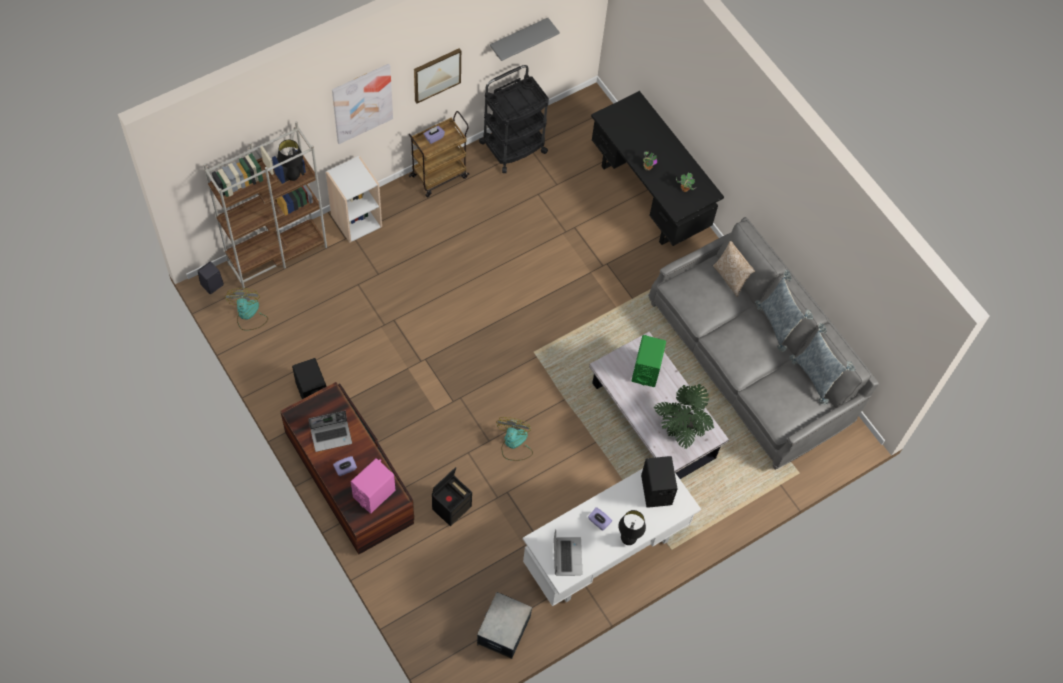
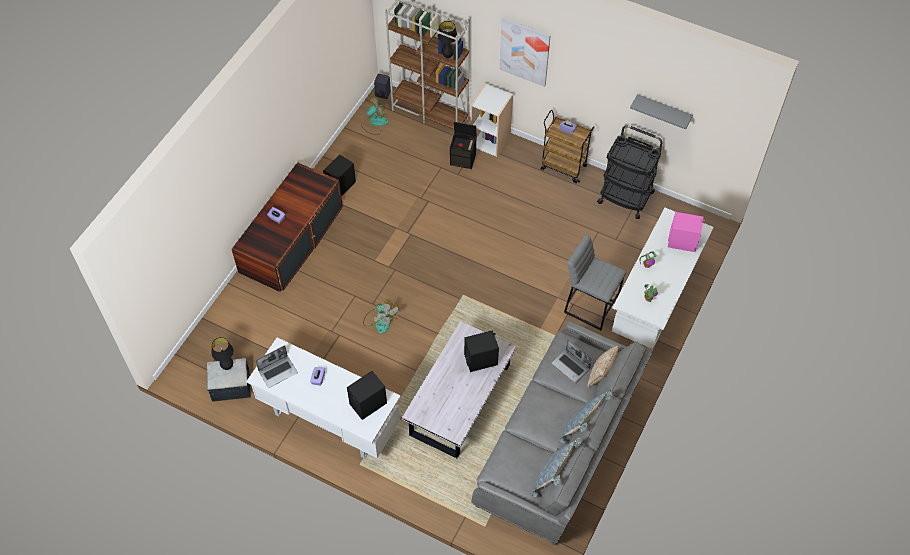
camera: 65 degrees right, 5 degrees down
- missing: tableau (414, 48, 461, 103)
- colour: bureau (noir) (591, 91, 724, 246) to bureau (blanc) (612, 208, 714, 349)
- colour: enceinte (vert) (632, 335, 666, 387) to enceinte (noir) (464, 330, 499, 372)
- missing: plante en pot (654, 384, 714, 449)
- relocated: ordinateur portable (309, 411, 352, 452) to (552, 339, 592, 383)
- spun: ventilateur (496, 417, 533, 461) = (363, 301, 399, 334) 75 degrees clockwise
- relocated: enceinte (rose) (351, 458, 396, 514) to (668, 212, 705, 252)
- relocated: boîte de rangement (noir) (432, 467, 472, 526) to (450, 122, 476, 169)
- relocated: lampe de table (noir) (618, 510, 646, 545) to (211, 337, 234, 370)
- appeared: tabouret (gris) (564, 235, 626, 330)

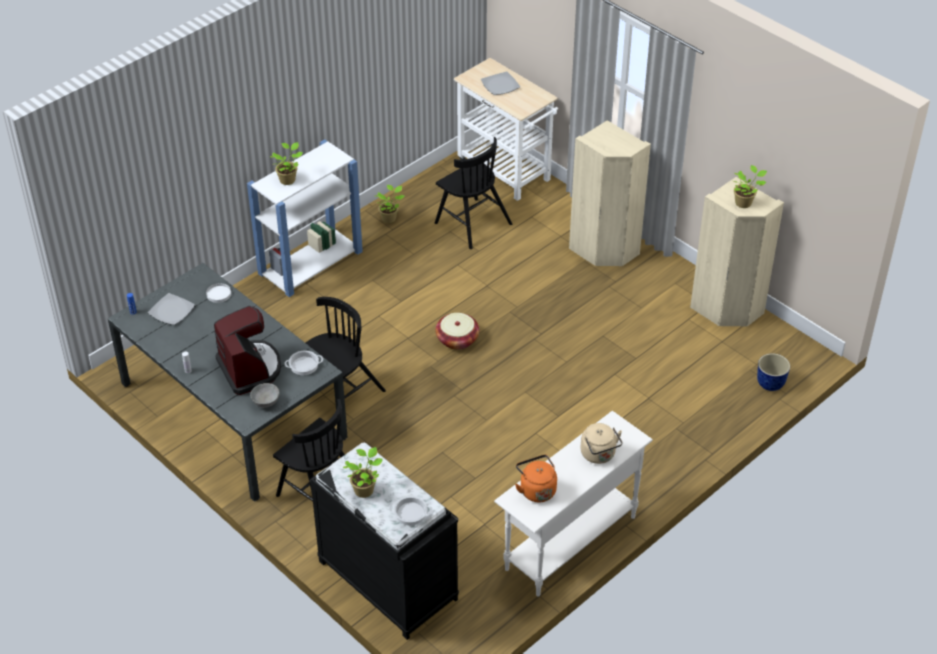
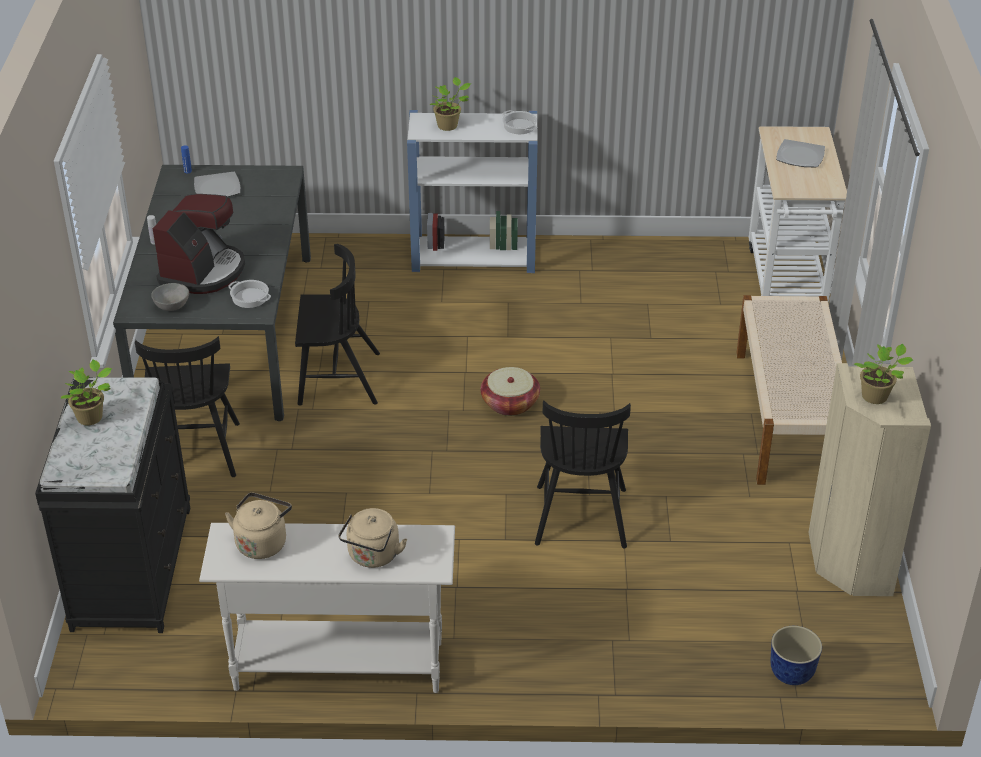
camera: 45 degrees right, 5 degrees down
- exchanged: meuble de rangement (beige) (569, 120, 651, 266) to banc (beige) (736, 295, 842, 485)
- relocated: chaise (noir) (435, 137, 512, 249) to (535, 400, 631, 549)
- missing: plante en pot (375, 185, 405, 223)
- missing: assiette (blanc) (206, 283, 231, 303)
- colour: bouilloire (orange) (515, 455, 557, 502) to bouilloire (beige) (225, 492, 292, 559)
- relocated: marmite (389, 496, 432, 526) to (502, 110, 537, 134)

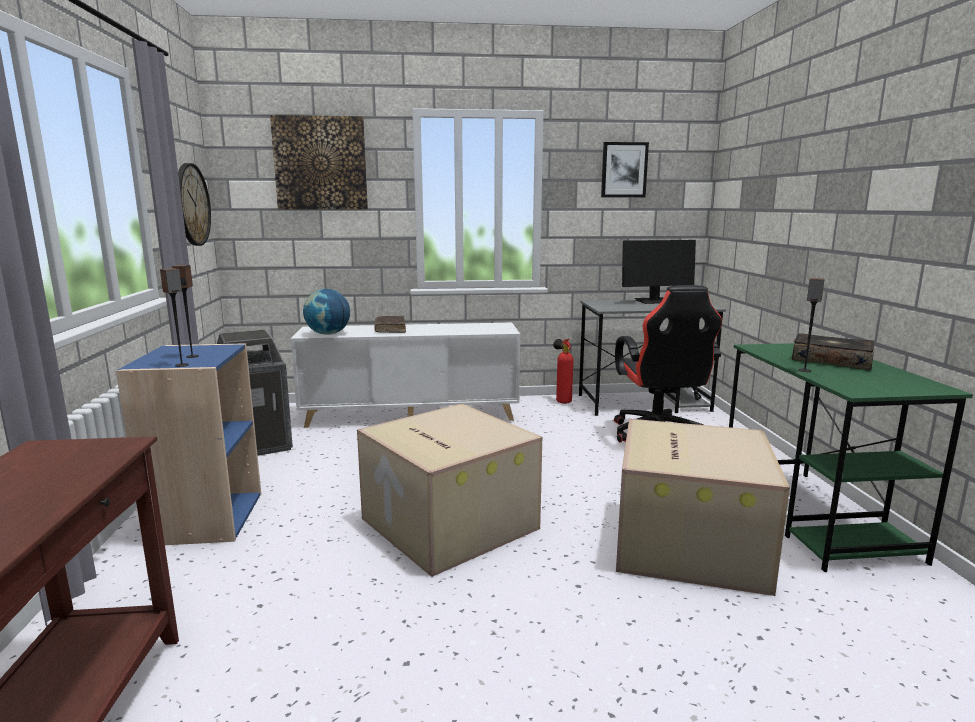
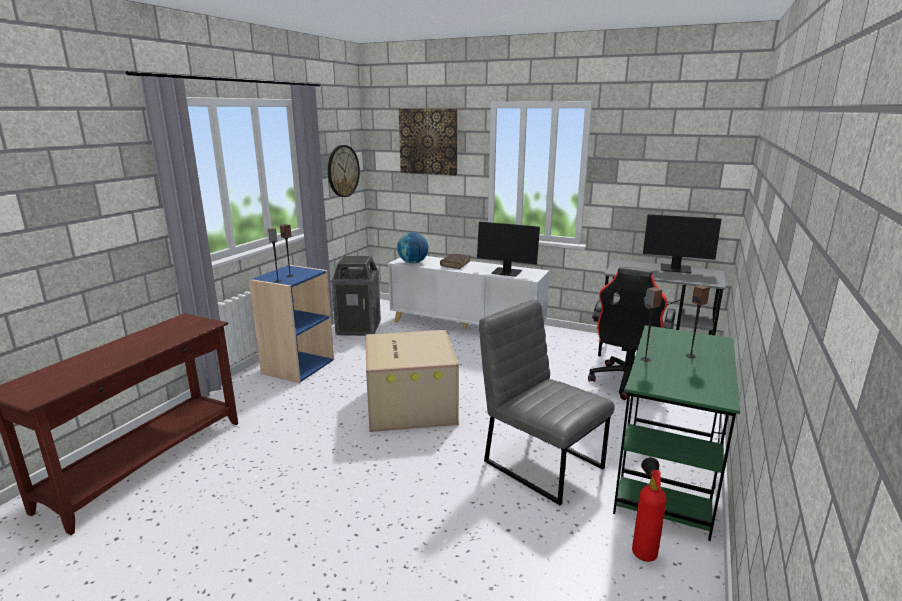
camera: 30 degrees right, 5 degrees up
- missing: tableau (601, 142, 649, 197)
- exchanged: livre (792, 333, 875, 370) to enceinte (686, 285, 710, 358)
- relocated: extincteur (553, 339, 573, 404) to (632, 458, 667, 562)
- exchanged: carton (616, 419, 790, 596) to chaise (gris) (479, 299, 615, 505)
- appeared: écran d'ordinateur (477, 222, 540, 277)

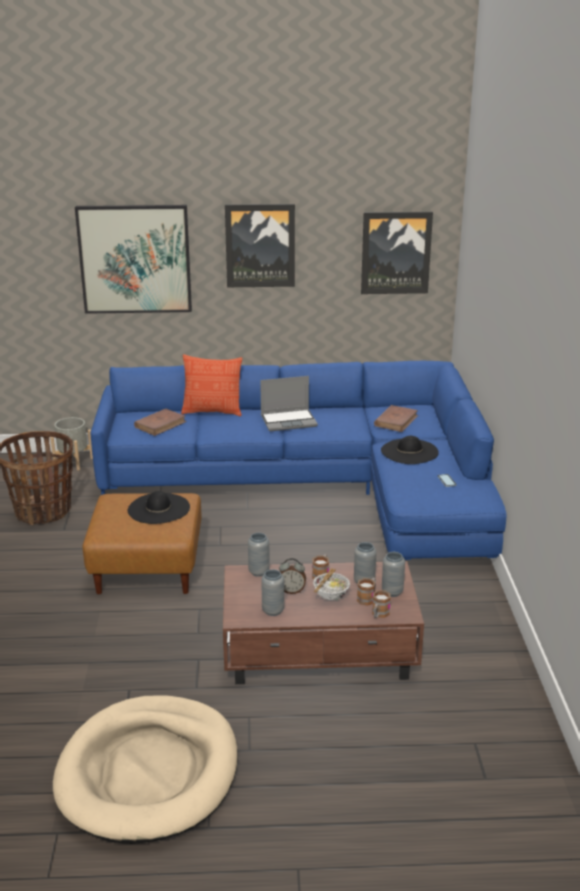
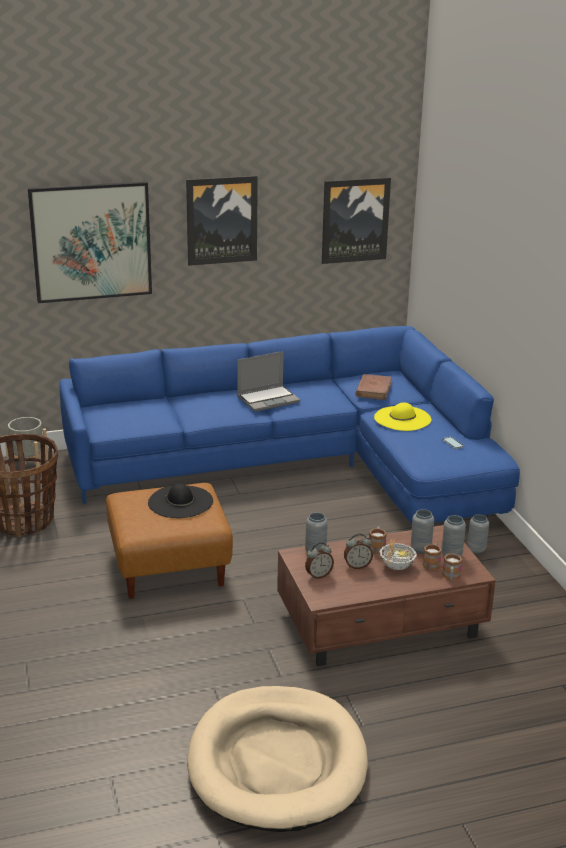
camera: 15 degrees left, 0 degrees up
- missing: coussin (orange) (181, 354, 242, 416)
- missing: livre (marron) (134, 409, 187, 436)
- colour: chapeau (noir) (381, 436, 439, 464) to chapeau (jaune) (374, 402, 431, 431)
- relocated: vase (gris) (261, 569, 284, 616) to (467, 514, 489, 554)
- appeared: réveil (305, 542, 334, 579)

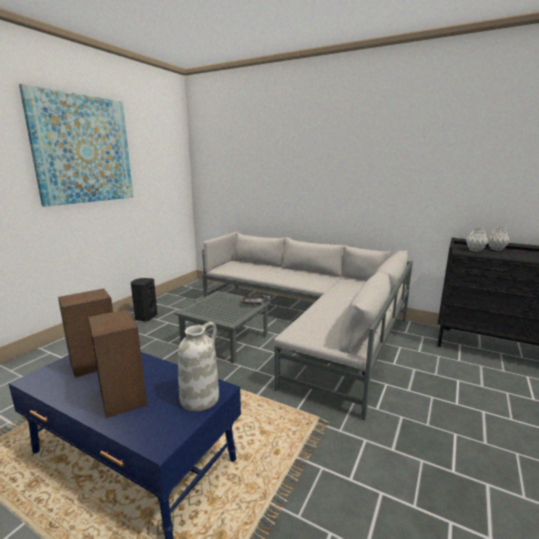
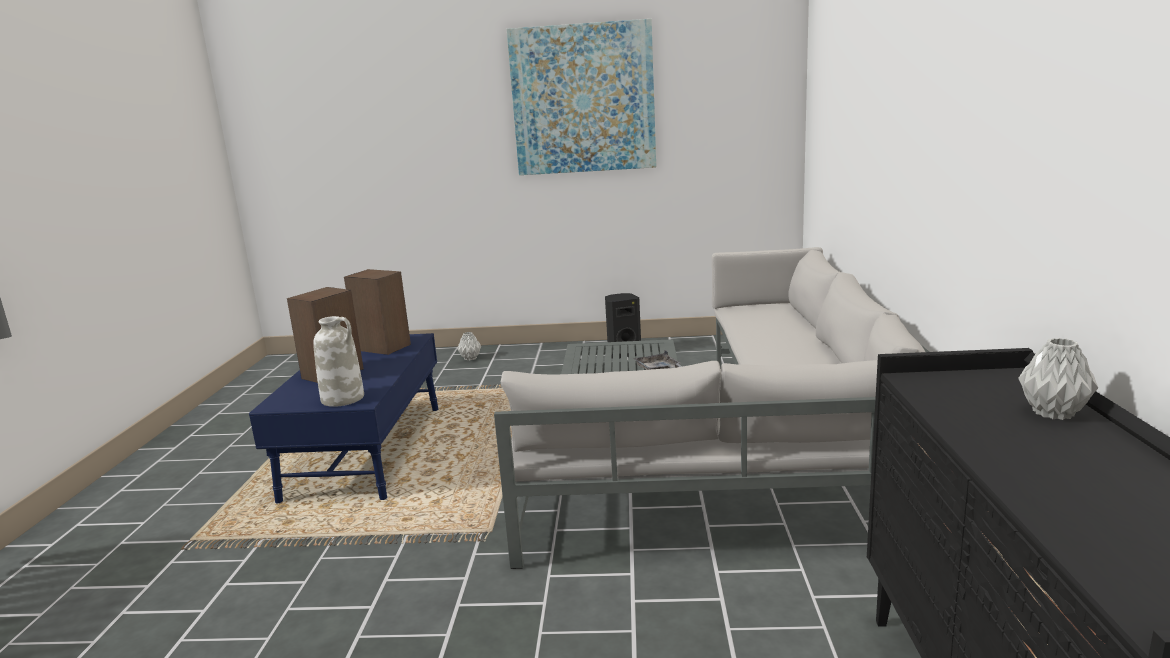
camera: 65 degrees right, 0 degrees up
- relocated: vase (gris) (466, 228, 489, 252) to (457, 332, 481, 361)

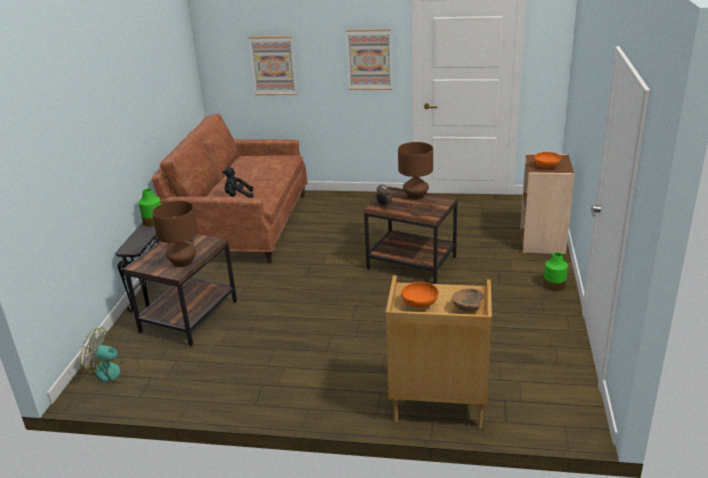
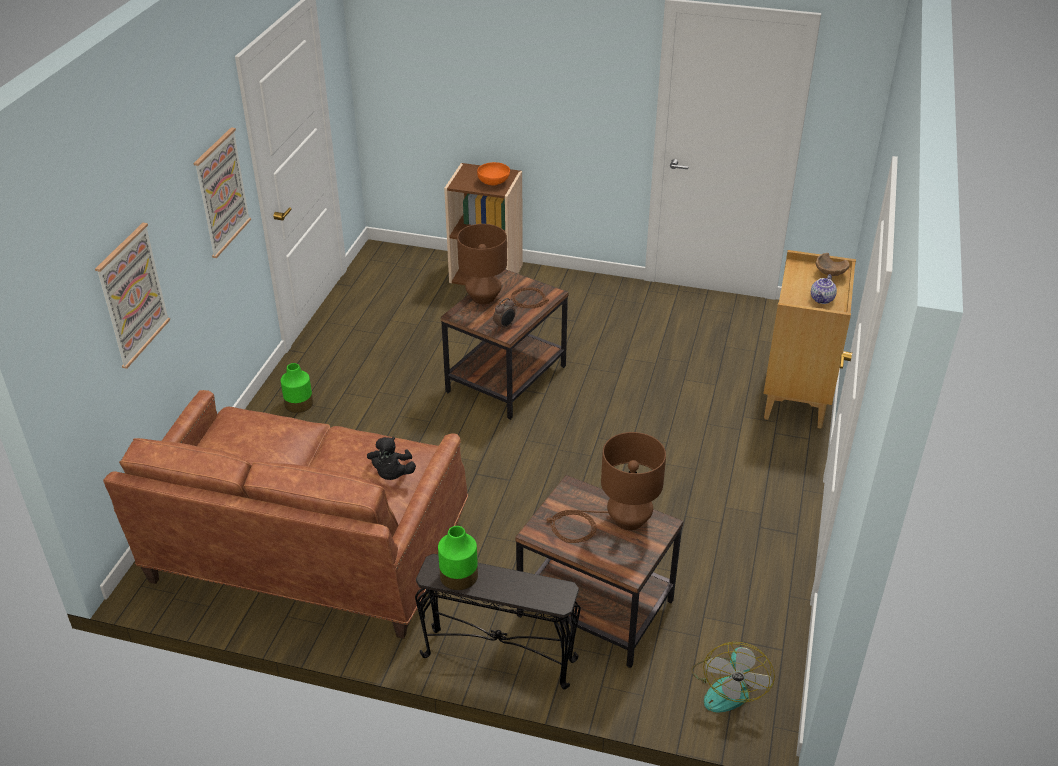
camera: 85 degrees left, 10 degrees up
- relocated: vase (vert) (543, 252, 568, 291) to (281, 363, 313, 413)
- exchanged: bol (orange) (401, 282, 439, 308) to théière (811, 274, 837, 304)

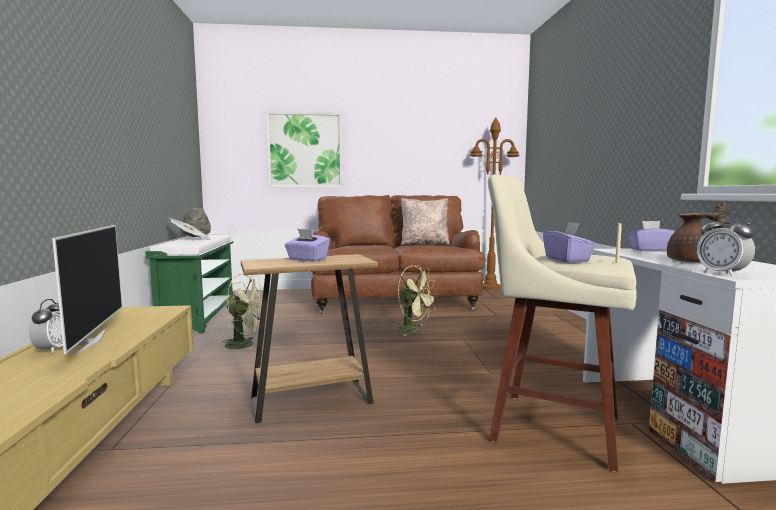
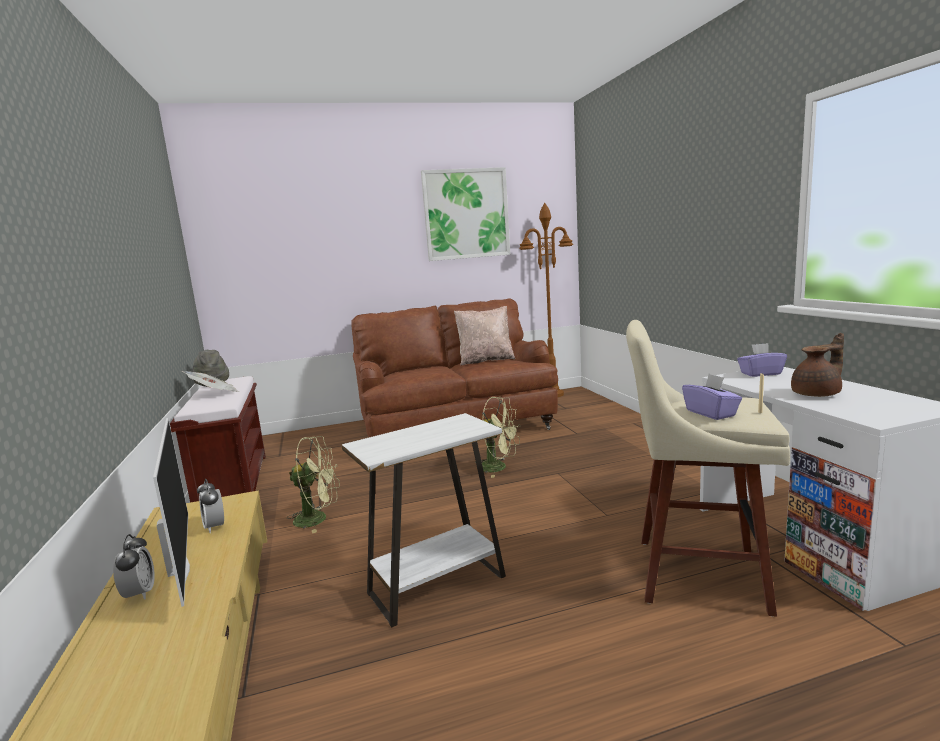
camera: 10 degrees left, 5 degrees up
- relocated: tableau (266, 111, 343, 188) to (421, 167, 510, 261)
- relocated: réveil (697, 213, 755, 276) to (197, 479, 224, 533)
- missing: boîte à mouchoirs (violet) (285, 229, 330, 261)
- colour: banc (vert) (145, 235, 233, 334) to banc (marron) (170, 376, 266, 503)
- colour: table d'appoint (marron) (241, 254, 378, 423) to table d'appoint (blanc) (342, 413, 506, 627)

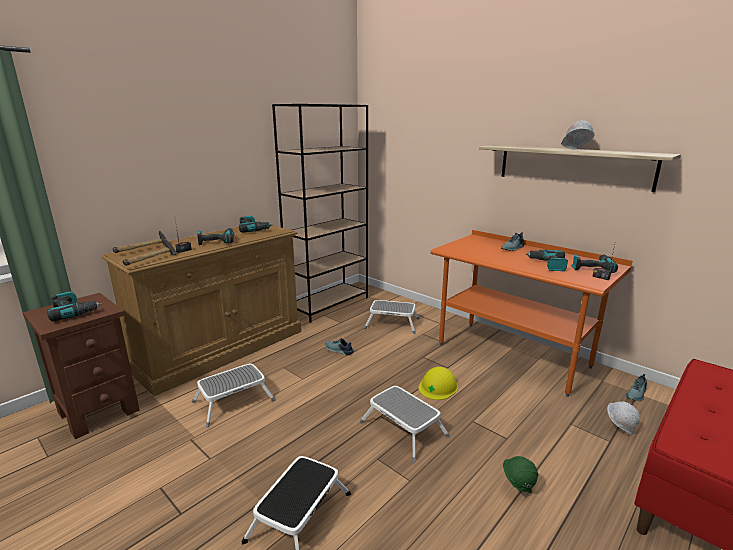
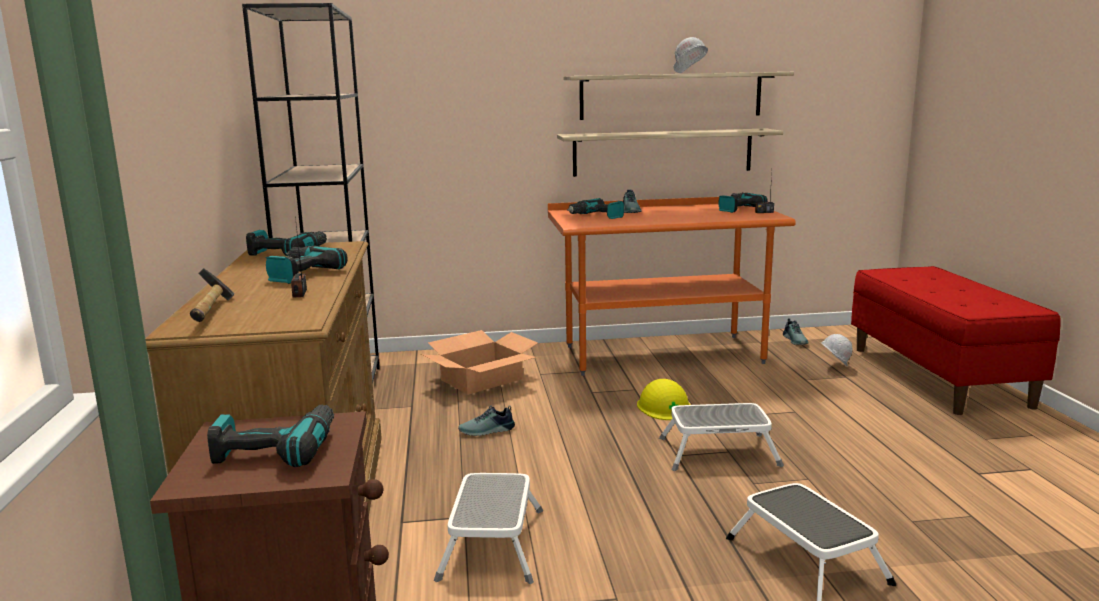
camera: 50 degrees left, 5 degrees down
- missing: marteau (122, 239, 177, 266)
- relocated: perceuse (525, 250, 568, 272) to (567, 198, 624, 219)
- exchanged: escabeau (gris) (364, 300, 420, 334) to carton (421, 330, 538, 395)
- missing: casque de chantier (vert) (503, 456, 538, 493)
- appeared: étagère (557, 128, 783, 177)

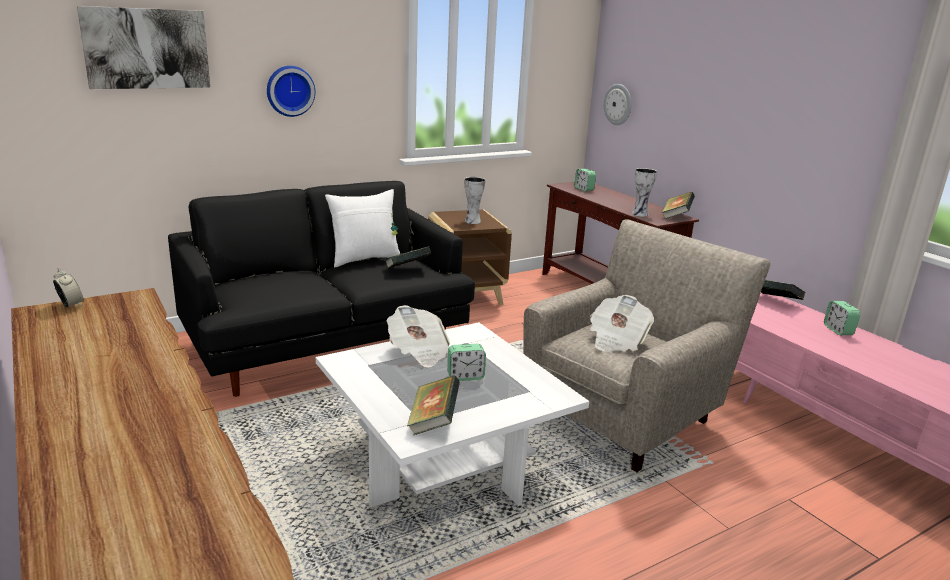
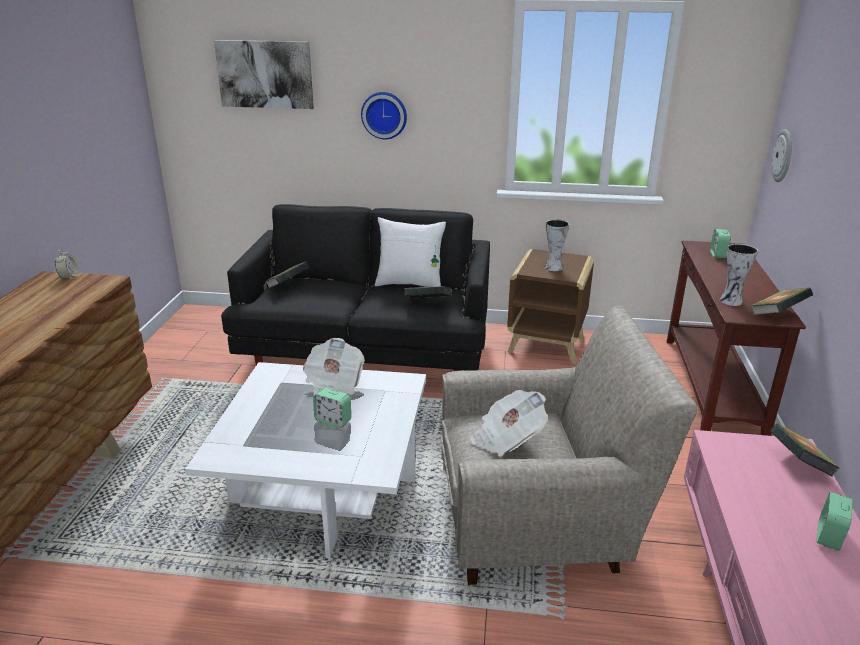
camera: 40 degrees right, 5 degrees up
- relocated: livre (407, 376, 460, 435) to (264, 261, 309, 289)

